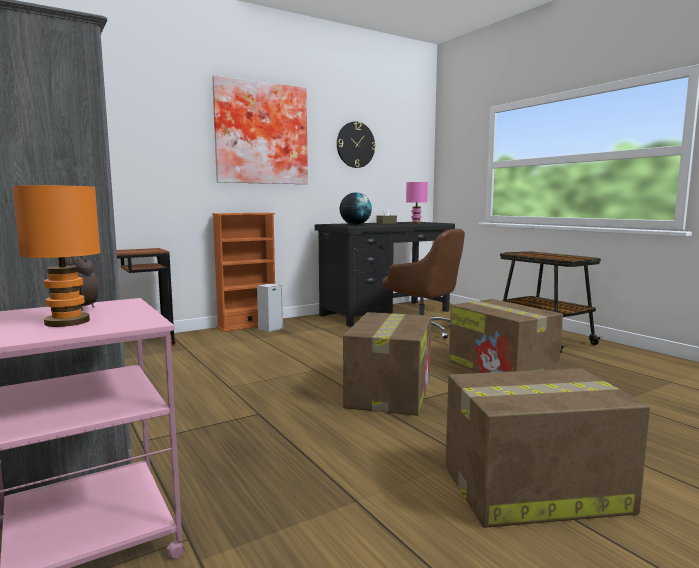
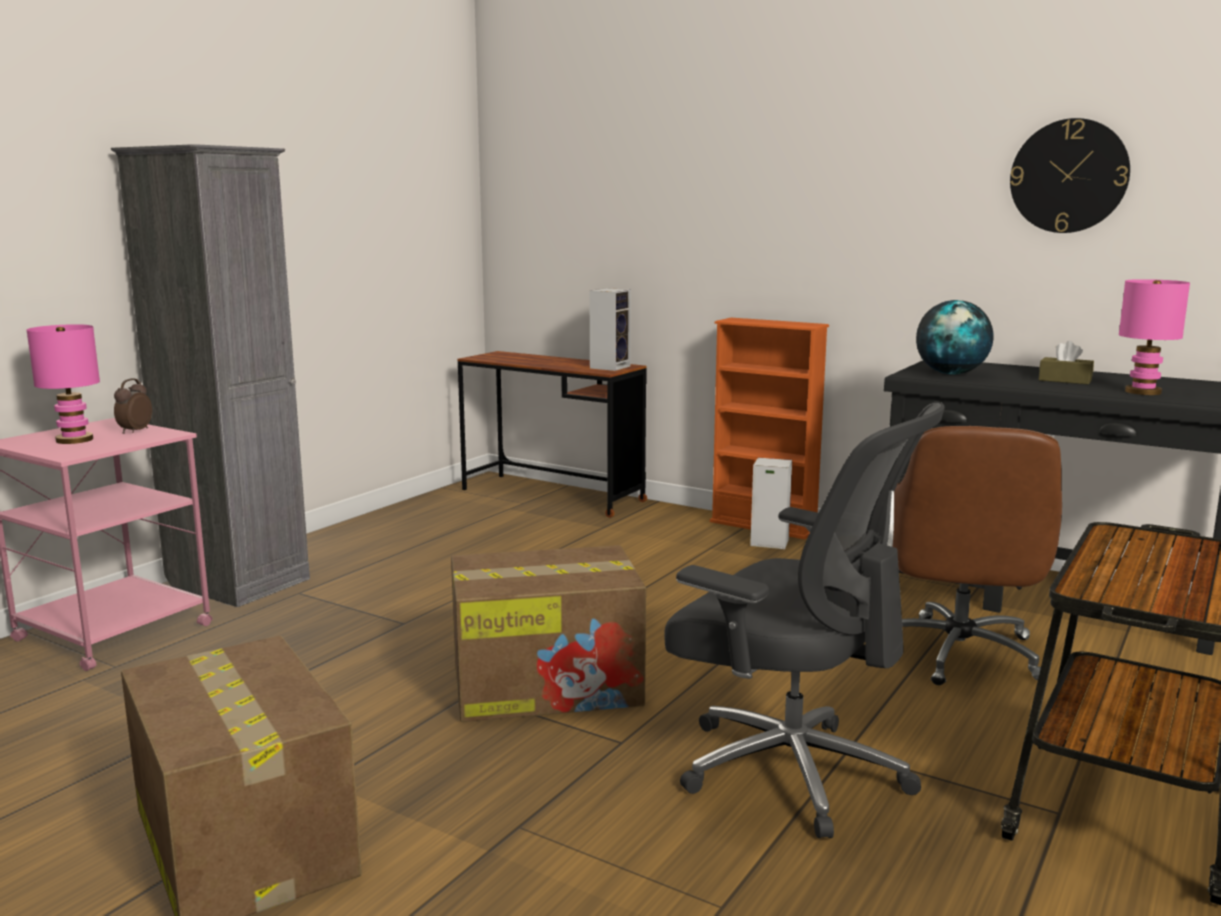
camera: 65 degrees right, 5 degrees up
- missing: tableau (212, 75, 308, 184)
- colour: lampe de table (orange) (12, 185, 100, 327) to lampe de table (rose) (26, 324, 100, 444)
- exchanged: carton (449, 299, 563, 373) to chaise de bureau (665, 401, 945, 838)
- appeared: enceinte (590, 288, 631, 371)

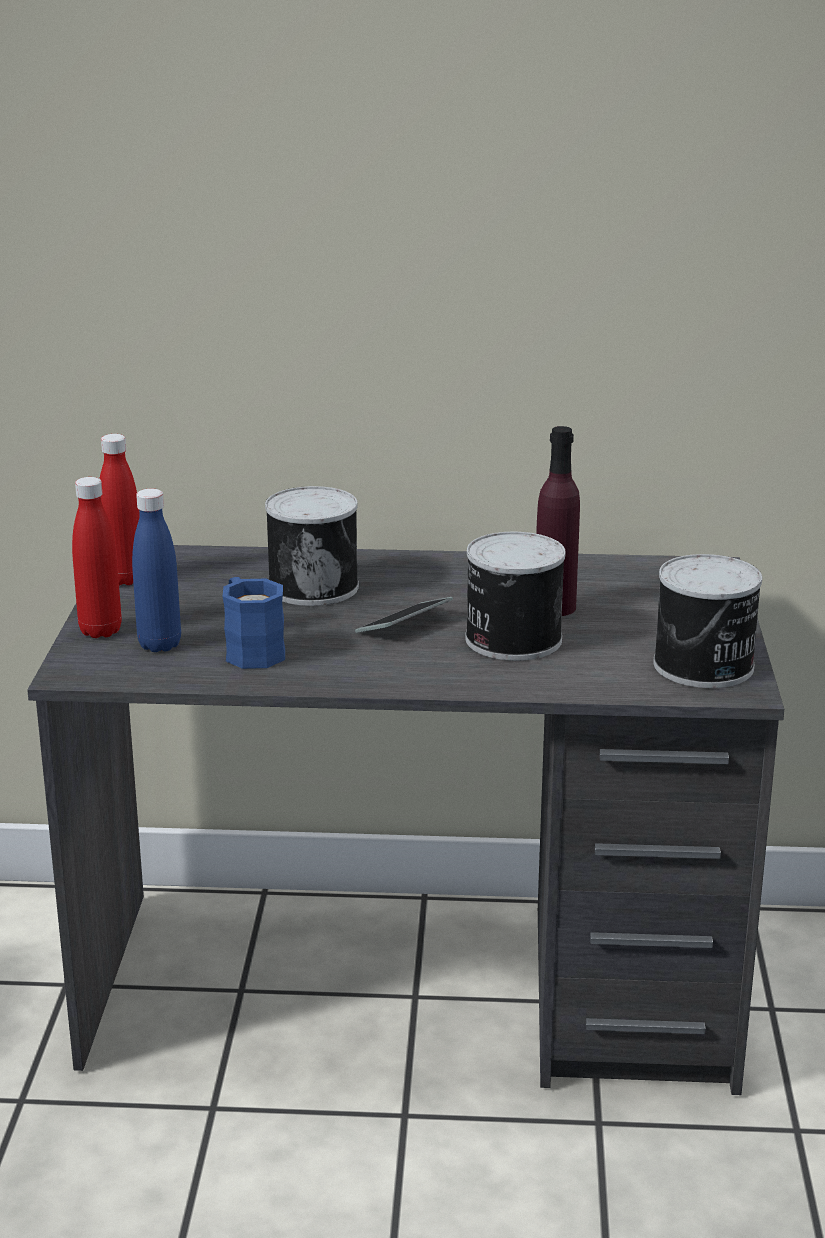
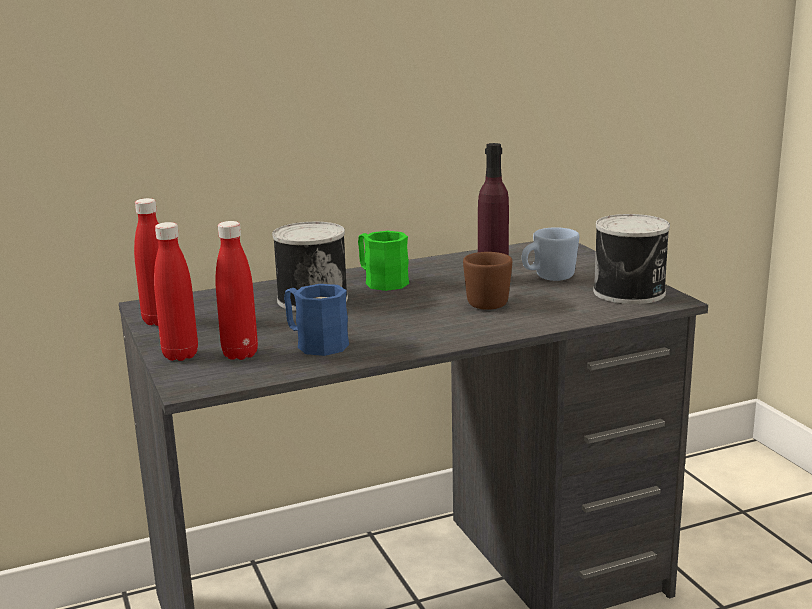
camera: 25 degrees left, 5 degrees down
- colour: bouteille (bleu) (132, 489, 181, 652) to bouteille (rouge) (215, 221, 258, 360)
- exchanged: boîte métallique (465, 532, 566, 661) to mug (marron) (463, 252, 512, 310)
- missing: téléphone (355, 597, 453, 633)
- appeared: mug (bleu) (522, 227, 579, 281)
- appeared: mug (vert) (358, 231, 409, 291)

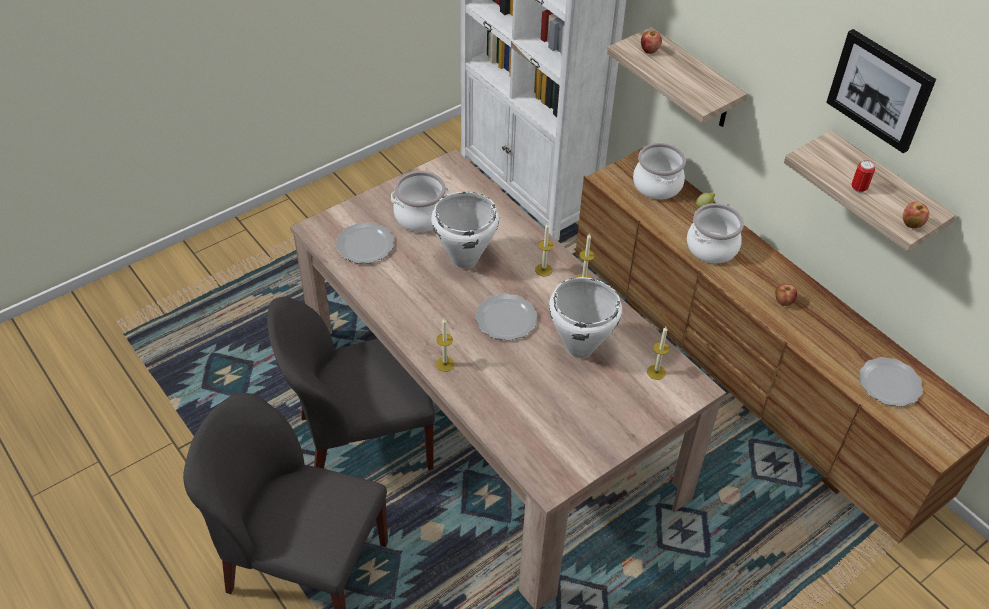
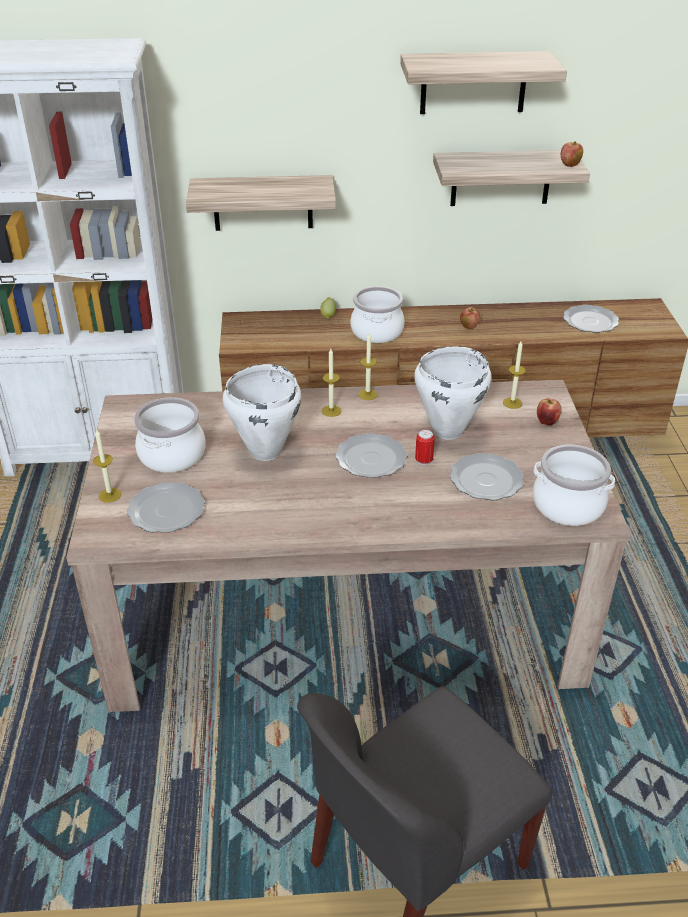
camera: 55 degrees left, 10 degrees down
- exchanged: tableau (826, 29, 936, 153) to étagère (400, 51, 567, 114)
- relocated: pomme (641, 31, 662, 54) to (537, 398, 562, 425)
- relocated: marmite (633, 143, 686, 200) to (533, 445, 615, 526)
- relocated: boîte métallique (851, 160, 875, 193) to (415, 429, 435, 465)
- missing: chaise (gris) (267, 297, 435, 470)
- relocated: bougie (436, 318, 455, 372) to (93, 430, 121, 503)
- appeared: assiette (450, 453, 524, 500)

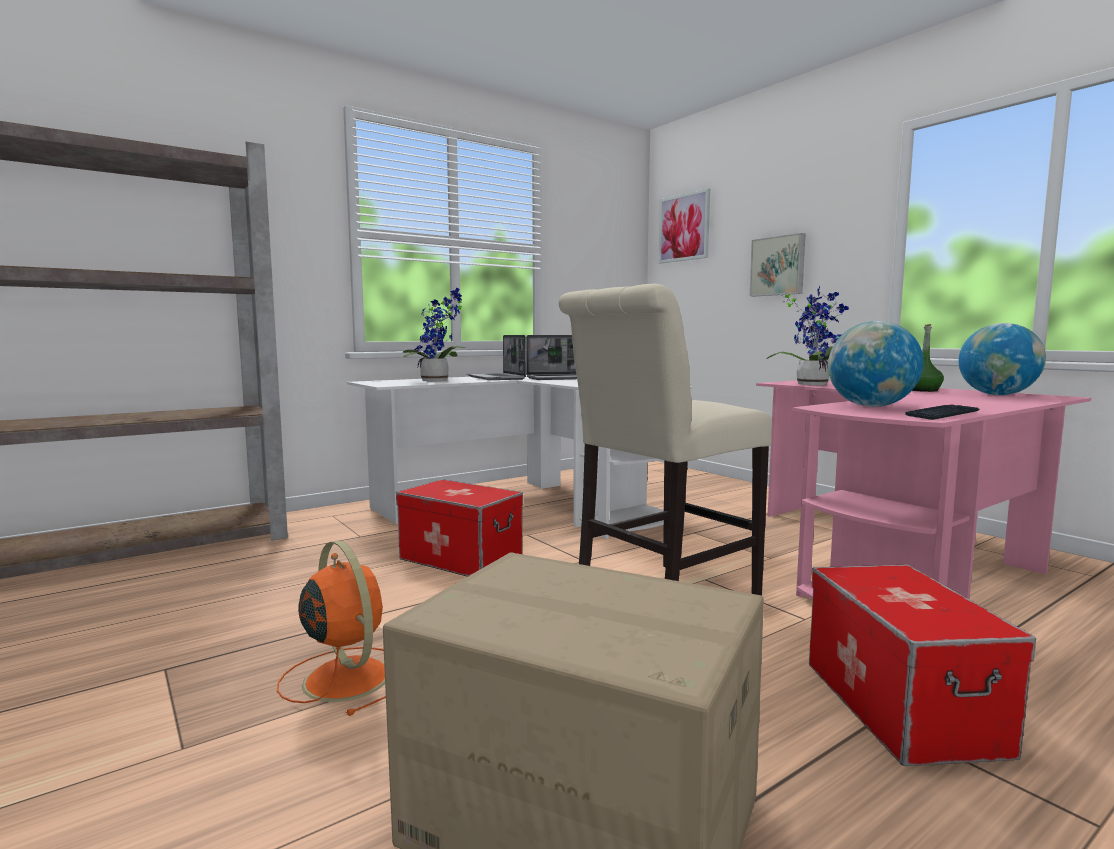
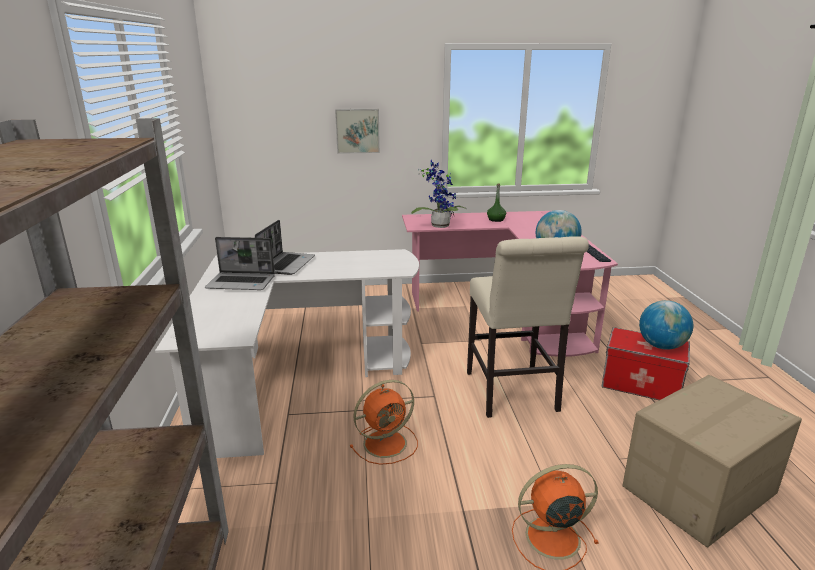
camera: 60 degrees left, 15 degrees up
- missing: tableau (659, 188, 710, 264)
- missing: plante en pot (403, 288, 467, 381)
- relocated: globe (959, 323, 1046, 395) to (639, 300, 693, 350)
- exchanged: boîte de rangement (396, 479, 523, 577) to ventilateur (orange) (350, 380, 418, 465)

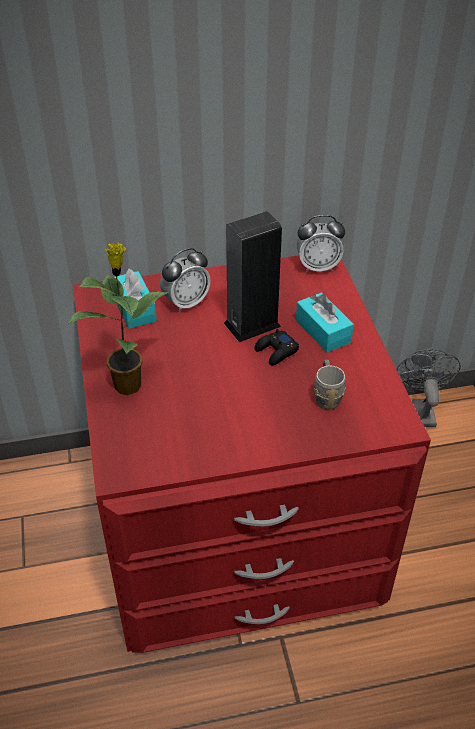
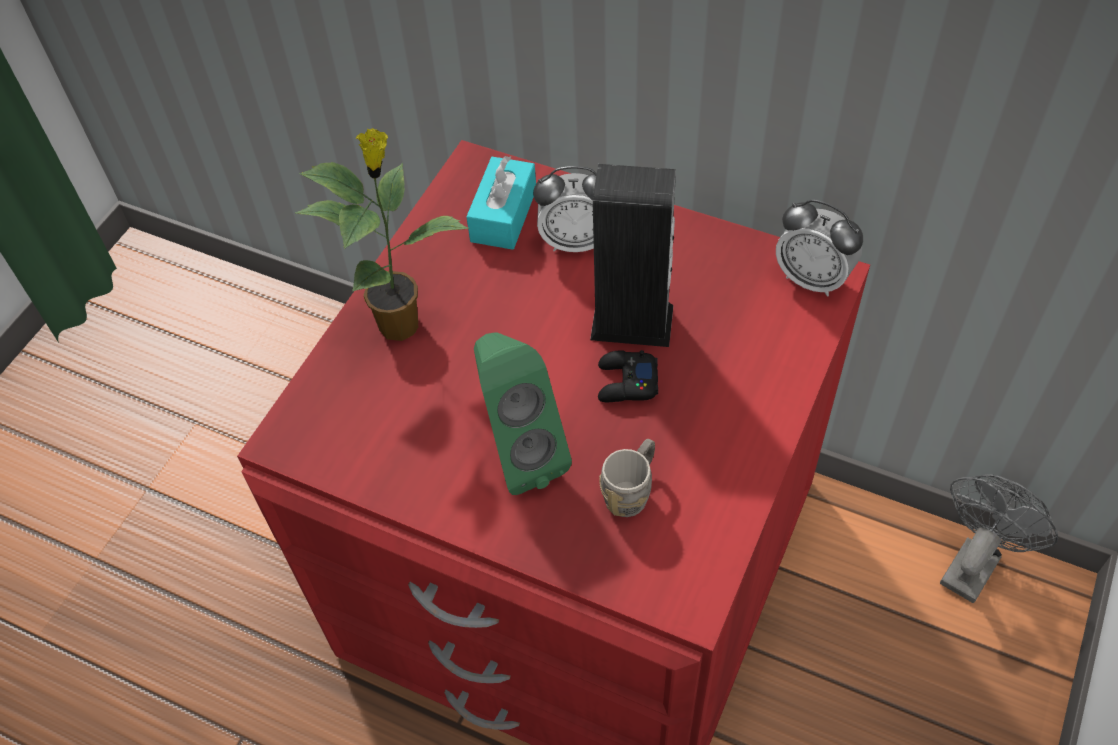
camera: 40 degrees right, 10 degrees up
- missing: boîte à mouchoirs (turquoise) (296, 292, 354, 353)
- appeared: enceinte (vert) (474, 333, 572, 495)

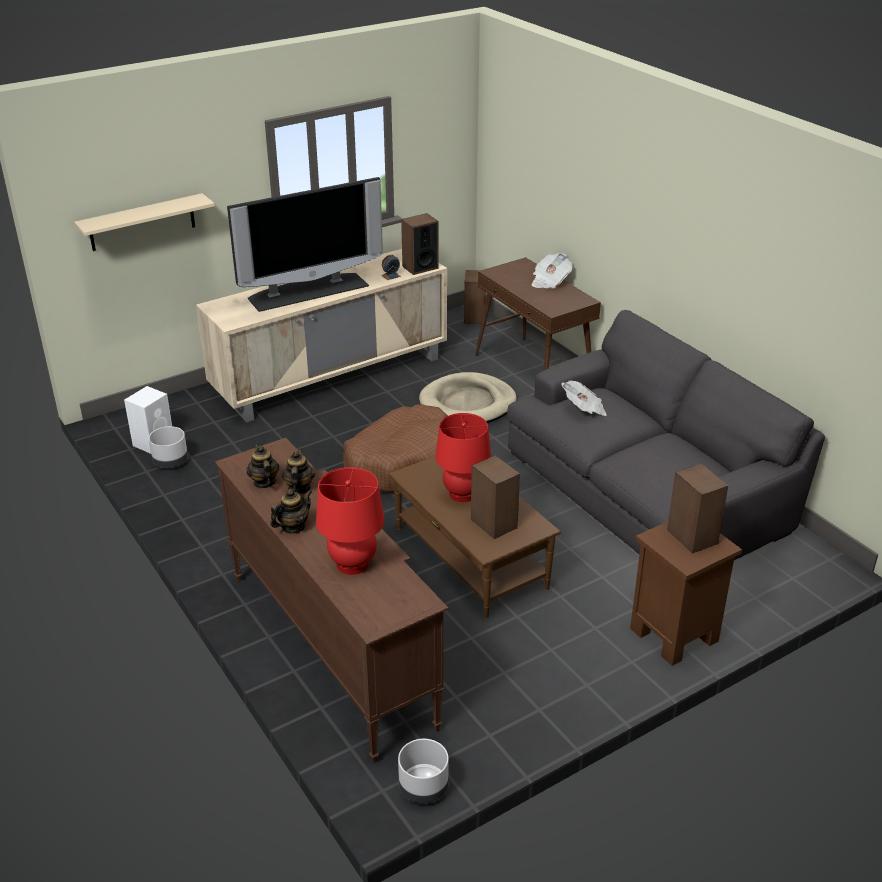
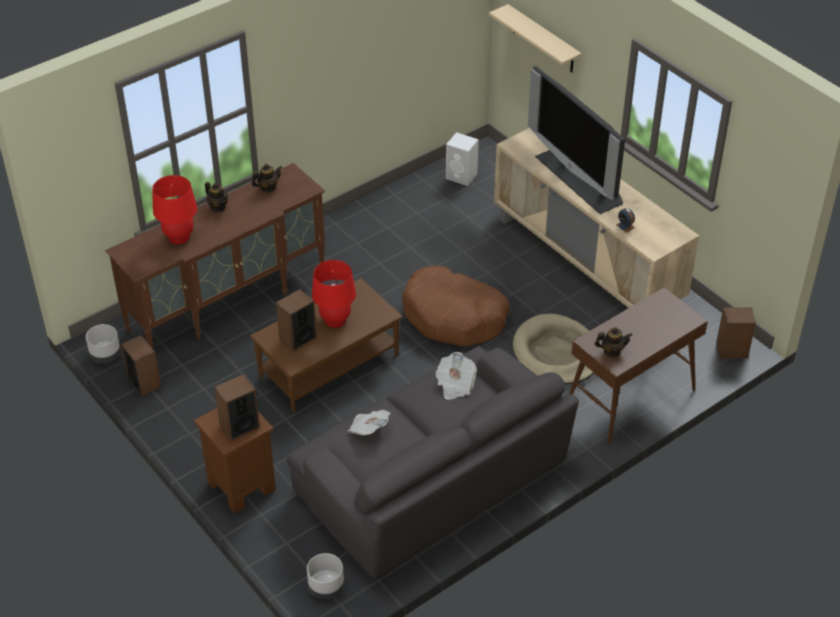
camera: 85 degrees right, 10 degrees up
- relocated: enceinte (401, 213, 439, 275) to (121, 335, 161, 397)
- relocated: journal (531, 253, 573, 289) to (348, 410, 391, 435)
- relocated: cache-pot (gris) (149, 426, 188, 468) to (307, 553, 344, 599)
- relocated: théière (281, 449, 315, 494) to (595, 327, 632, 357)

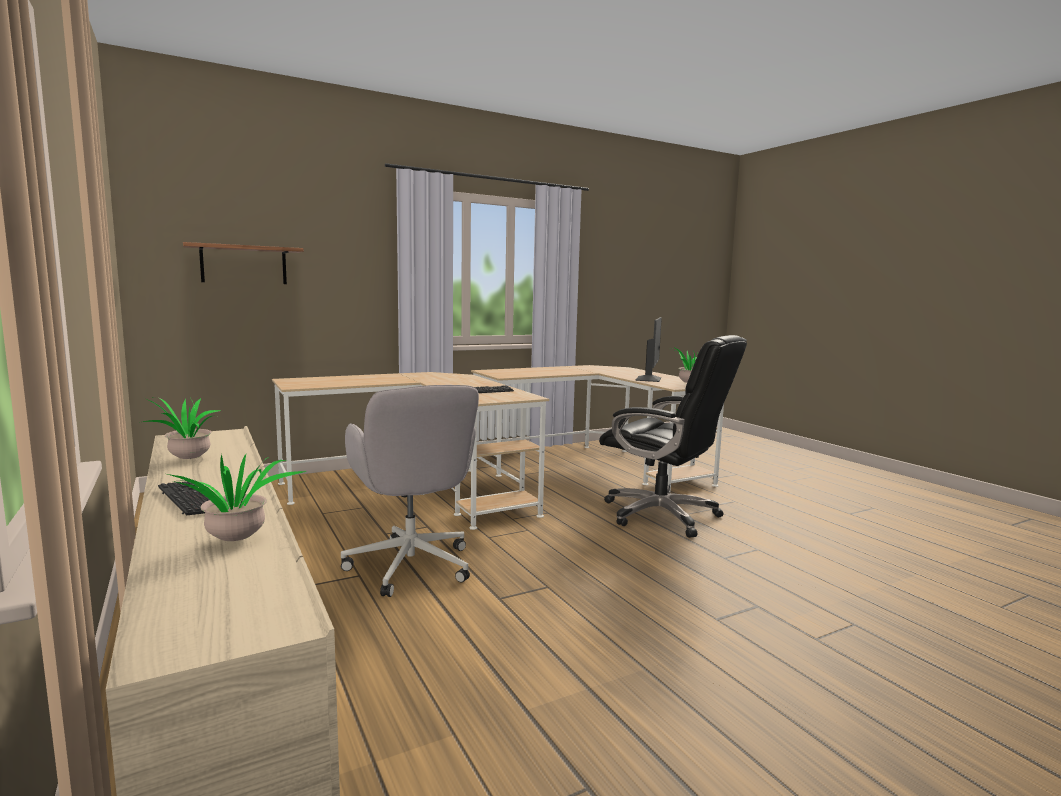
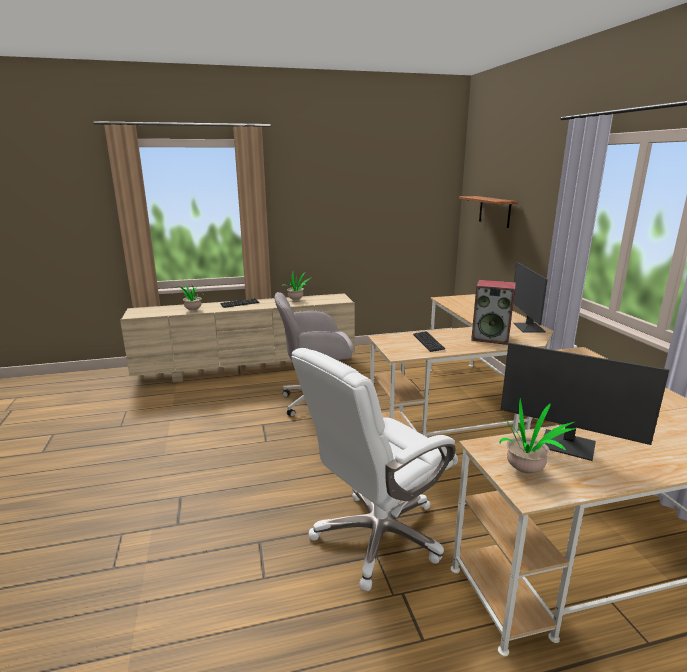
camera: 105 degrees right, 10 degrees up
- colour: chaise de bureau (noir) (599, 335, 747, 538) to chaise de bureau (blanc) (292, 348, 458, 591)
- appeared: écran d'ordinateur (513, 262, 548, 332)
- appeared: enceinte (471, 280, 516, 345)

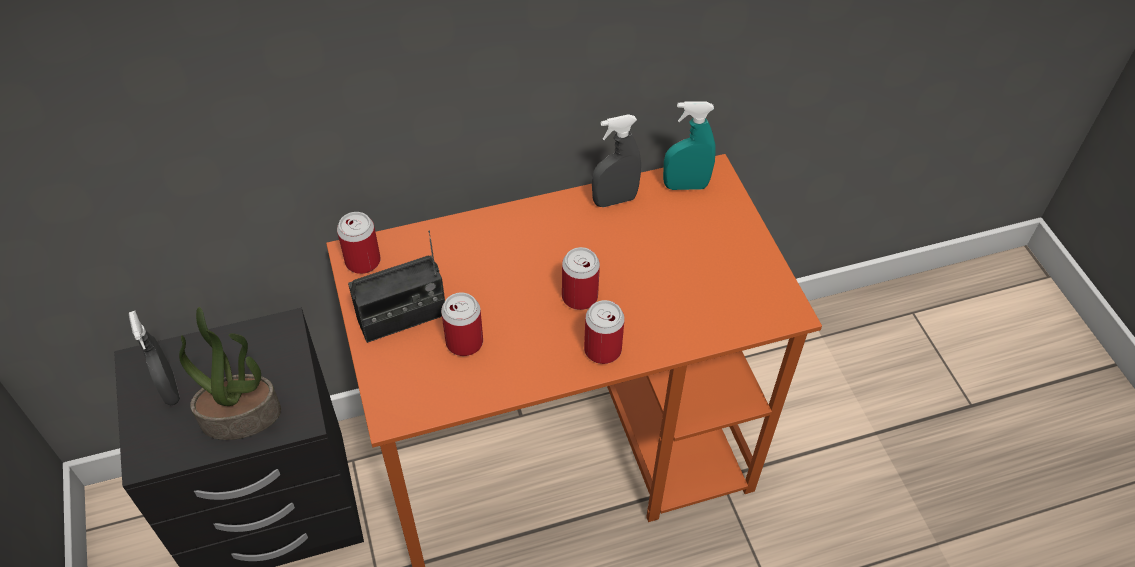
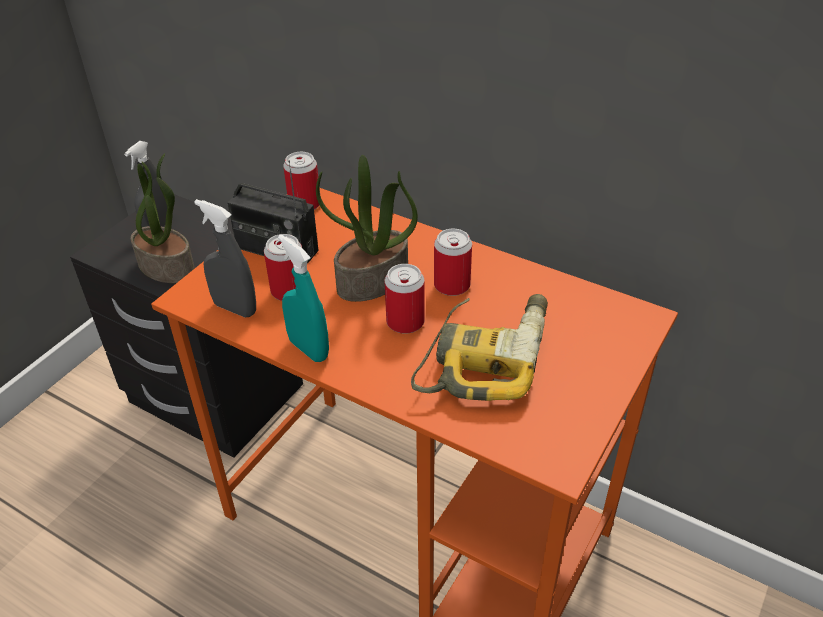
camera: 50 degrees right, 10 degrees down
- relocated: vaporisateur (turquoise) (663, 101, 716, 190) to (278, 234, 329, 362)
- relocated: vaporisateur (gris) (592, 114, 641, 207) to (194, 199, 256, 317)
- relocated: boîte métallique (584, 300, 625, 364) to (434, 229, 472, 296)
- appeared: plante en pot (316, 155, 418, 302)
- appeared: perceuse (411, 294, 548, 401)

